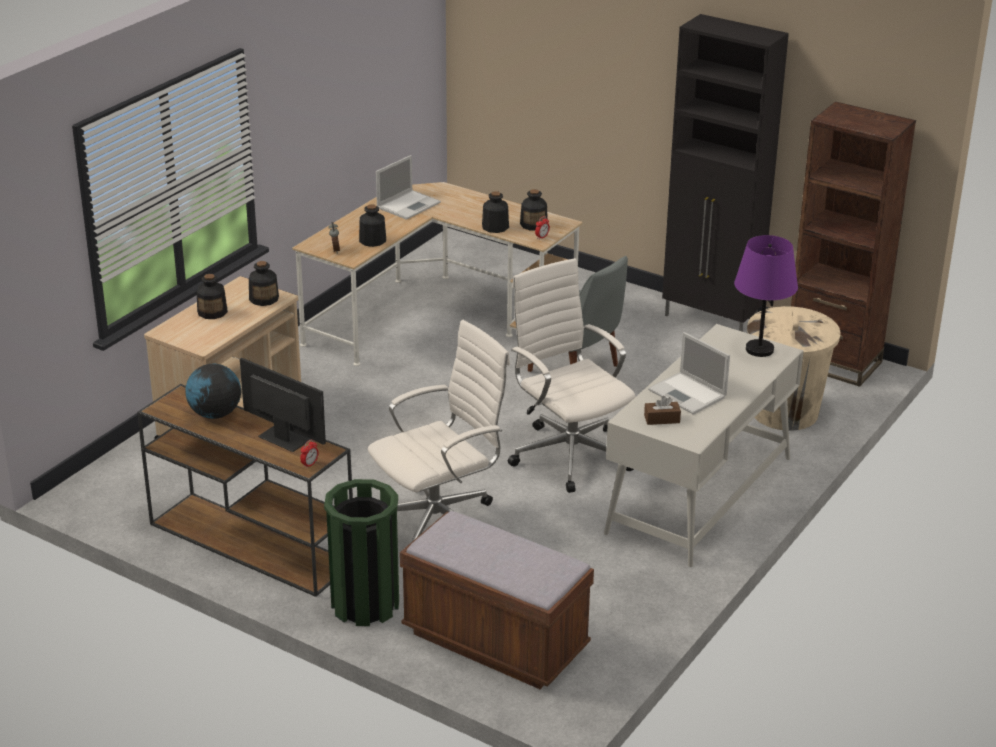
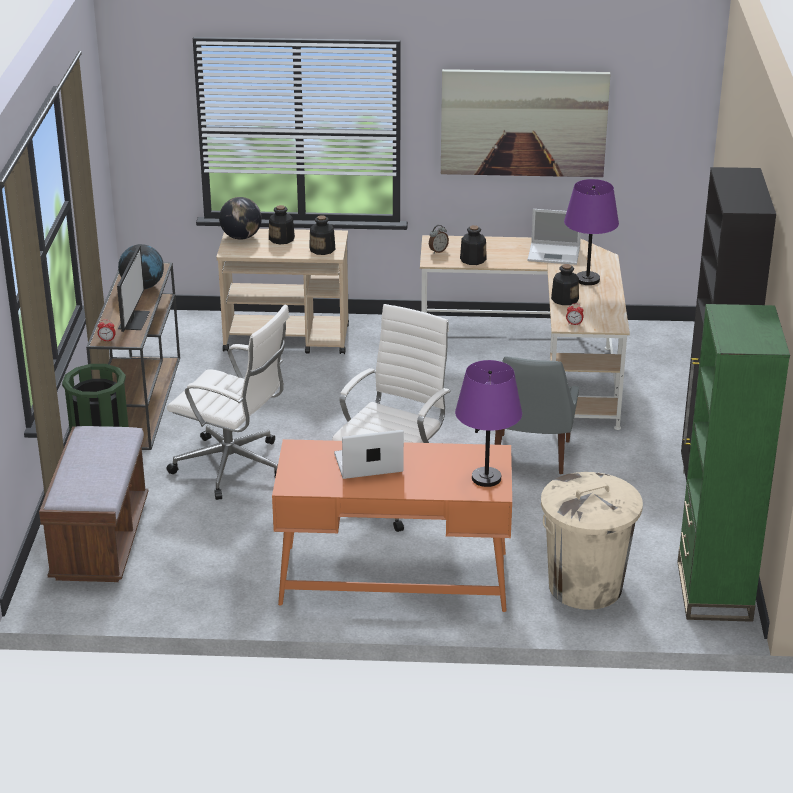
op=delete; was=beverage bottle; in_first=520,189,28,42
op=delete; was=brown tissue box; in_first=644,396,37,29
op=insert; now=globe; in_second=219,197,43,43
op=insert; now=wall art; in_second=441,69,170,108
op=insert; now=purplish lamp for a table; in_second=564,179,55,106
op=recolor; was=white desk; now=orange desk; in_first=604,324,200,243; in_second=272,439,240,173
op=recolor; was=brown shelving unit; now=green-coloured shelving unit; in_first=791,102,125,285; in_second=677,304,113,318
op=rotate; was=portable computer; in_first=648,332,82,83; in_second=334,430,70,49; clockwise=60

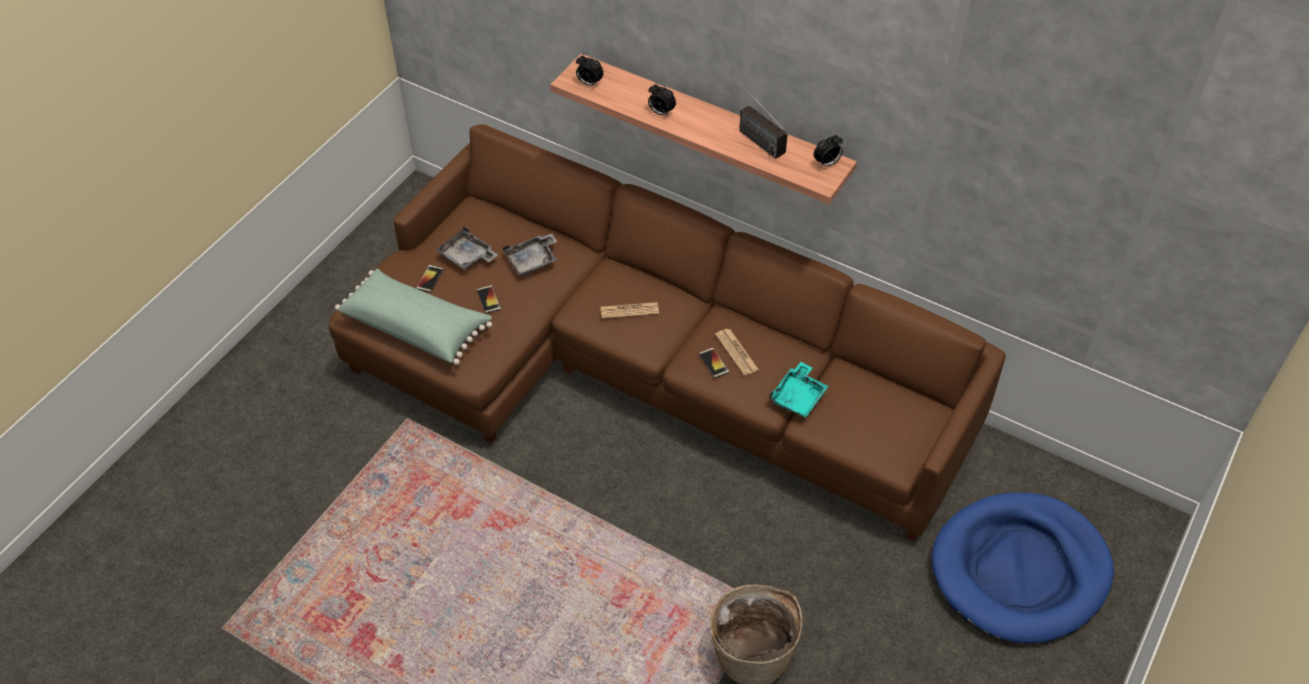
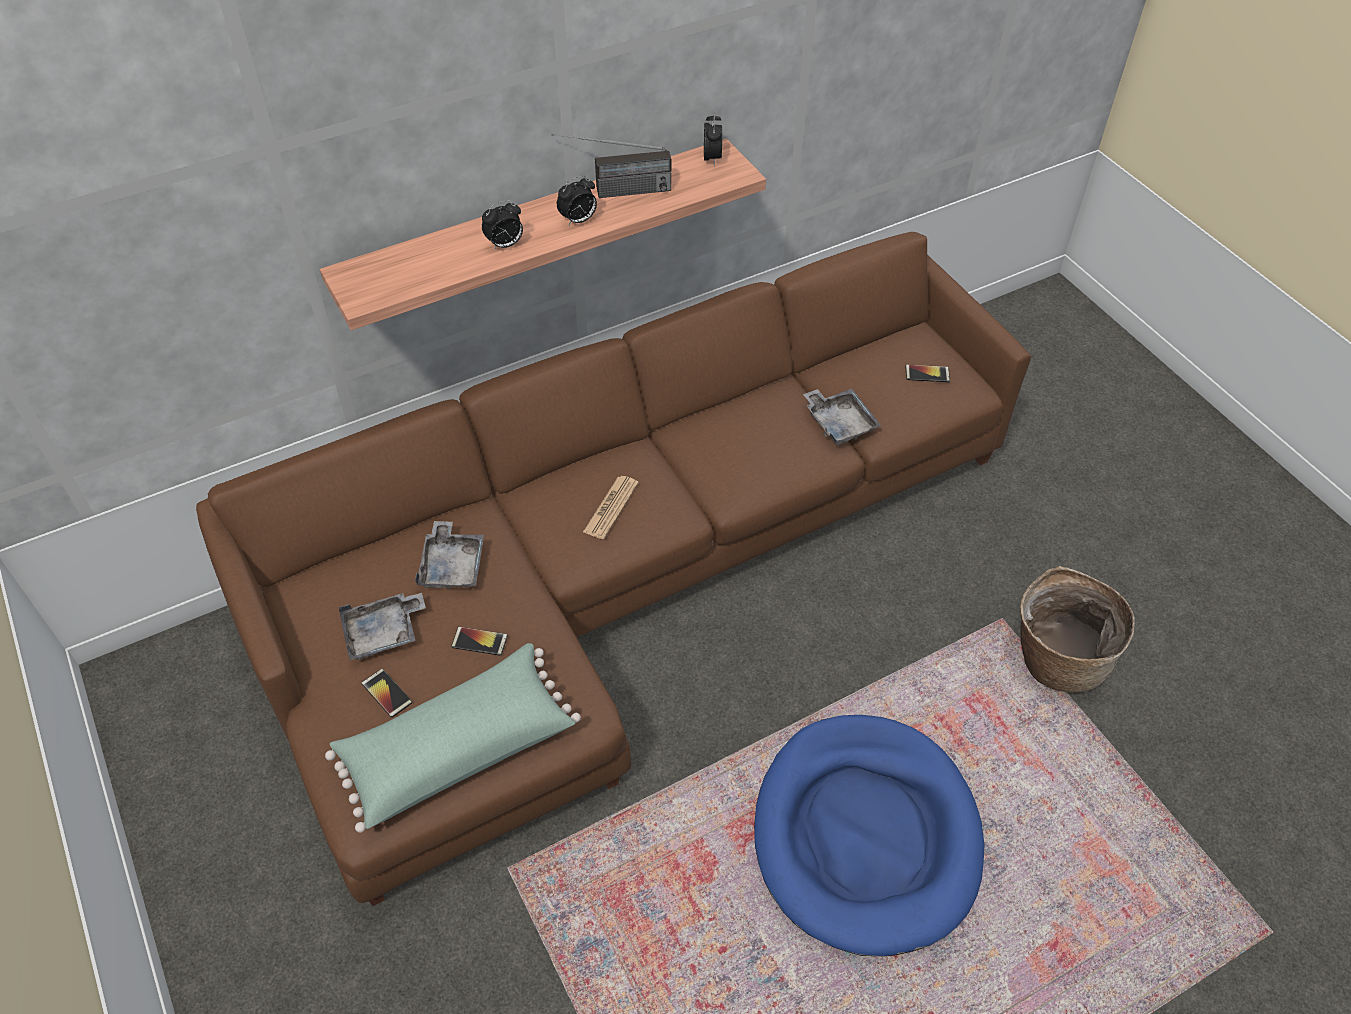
op=delete; was=newspaper; in_first=715,329,44,47
op=move; was=table clock; in_first=576,54,28,32; in_second=557,175,40,51
op=move; was=telephone; in_first=698,347,31,31; in_second=905,365,45,17
op=move; was=blue pet bed; in_first=932,492,182,152; in_second=754,715,230,241
op=recolor; was=turquoise-coloured tray; now=gray tray; in_first=769,362,60,55; in_second=803,388,78,57

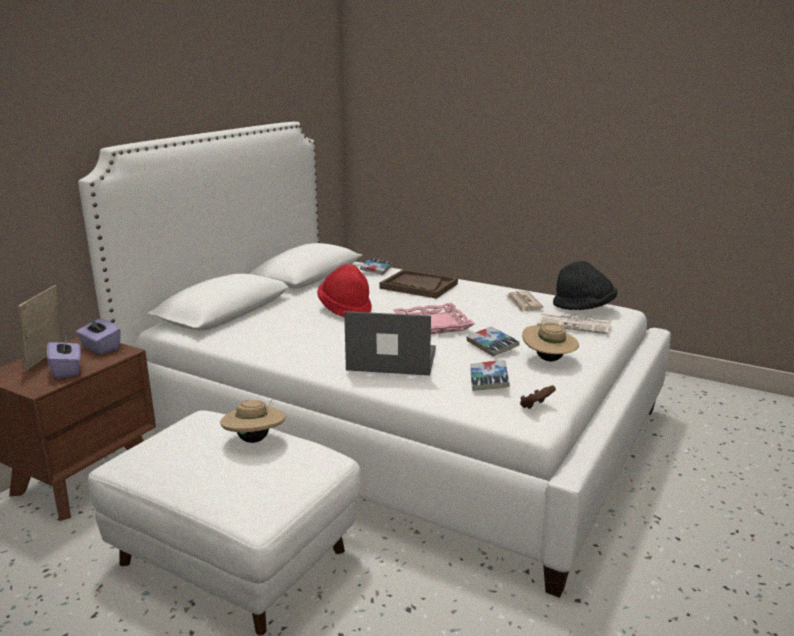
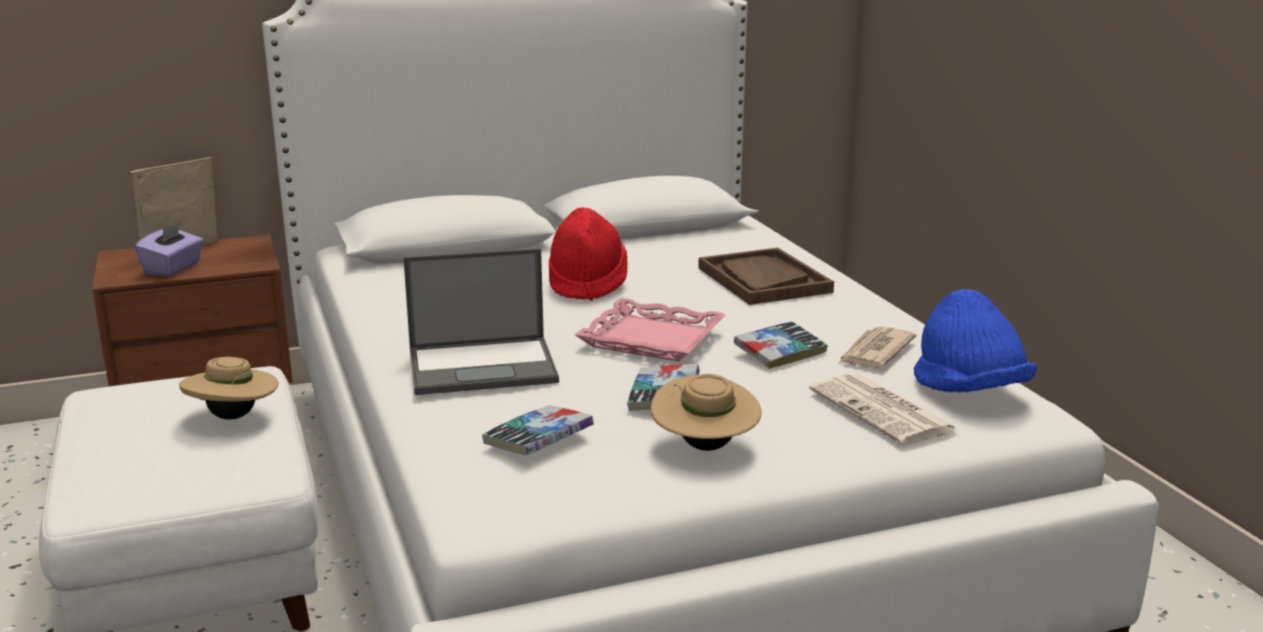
op=delete; was=purplish tissue box; in_first=76,316,45,39
op=delete; was=brown game controller; in_first=520,385,36,24
op=move; was=volume; in_first=360,258,32,17; in_second=734,321,94,48
op=recolor; was=blackish clothing hat; now=blue clothing hat; in_first=553,261,64,49; in_second=914,289,123,103
op=rotate; was=portable computer; in_first=344,311,92,64; in_second=403,248,156,147; clockwise=120

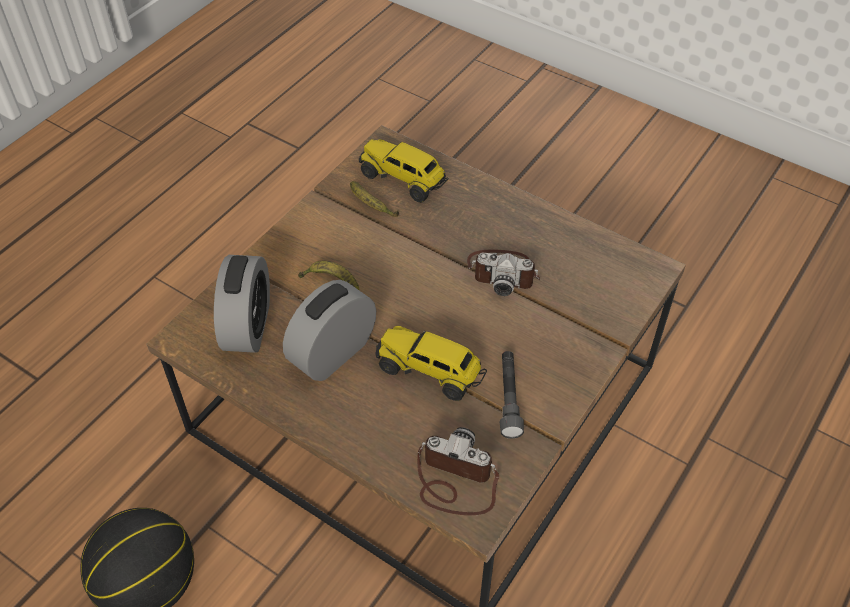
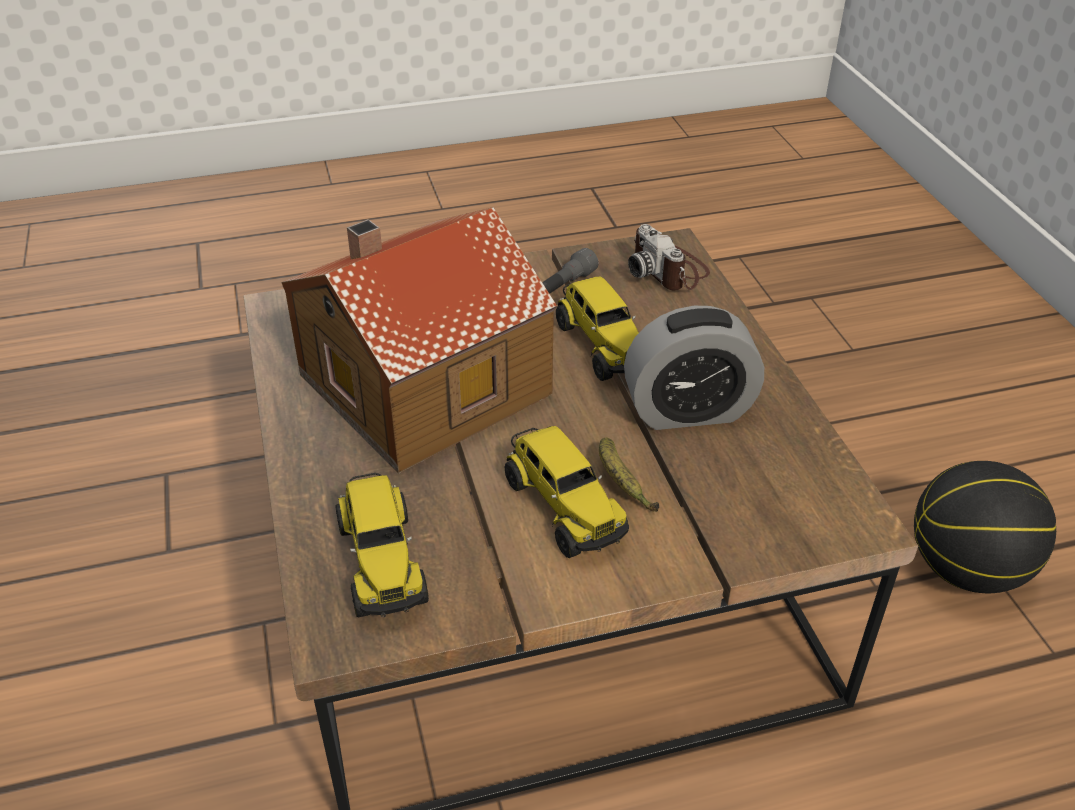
op=delete; was=table clock; in_first=214,255,56,98
op=delete; was=banana; in_first=350,181,49,36
op=insert; now=toy lorry; in_second=504,426,125,132
op=replace; was=still camera; now=toy house; in_first=467,250,73,46; in_second=281,207,276,267

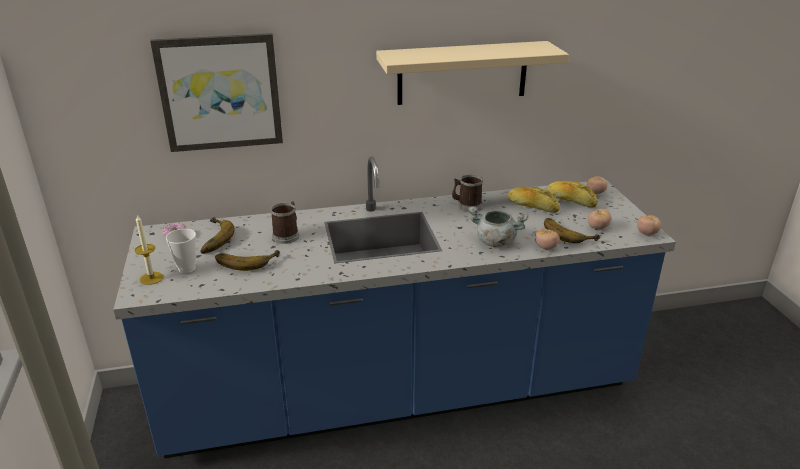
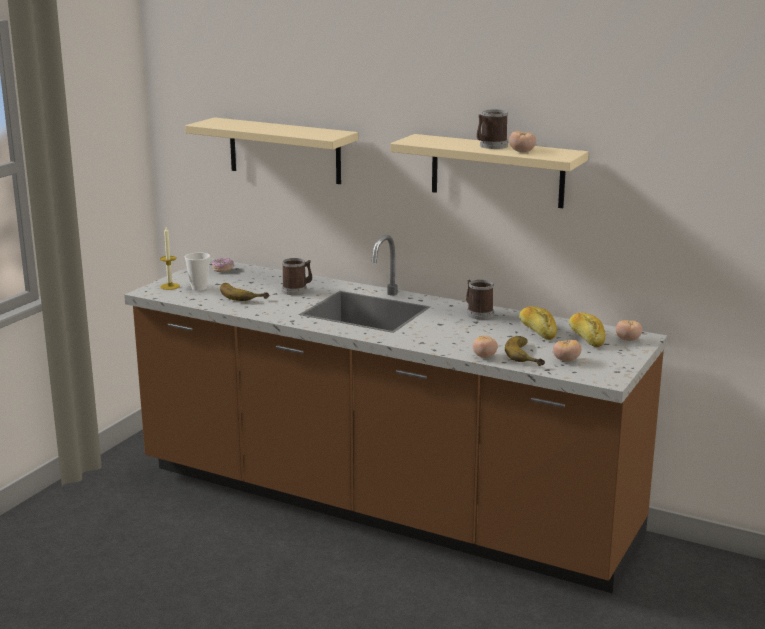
op=delete; was=banana; in_first=200,217,35,37
op=delete; was=gray cooking pot; in_first=468,206,60,41
op=insert; now=coffee mug; in_second=477,110,31,39
op=move; was=whole tomato; in_first=637,215,24,20; in_second=509,131,27,21
op=replace; was=wall art; now=beige-coloured bracket shelf; in_first=150,33,133,119; in_second=185,117,173,67
op=recolor; was=blue counter; now=brown counter; in_first=113,157,563,301; in_second=124,235,544,359

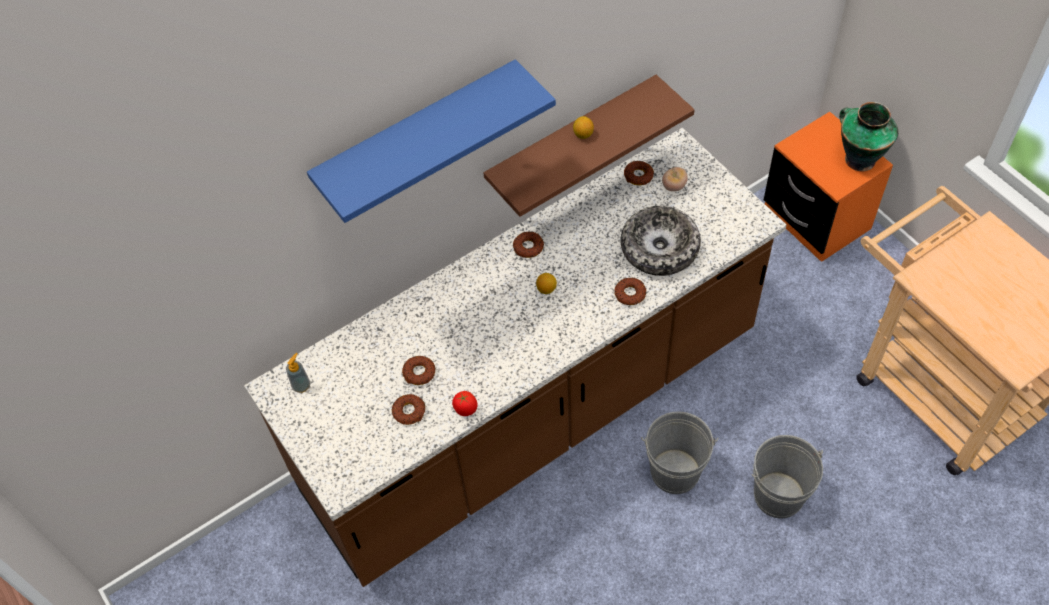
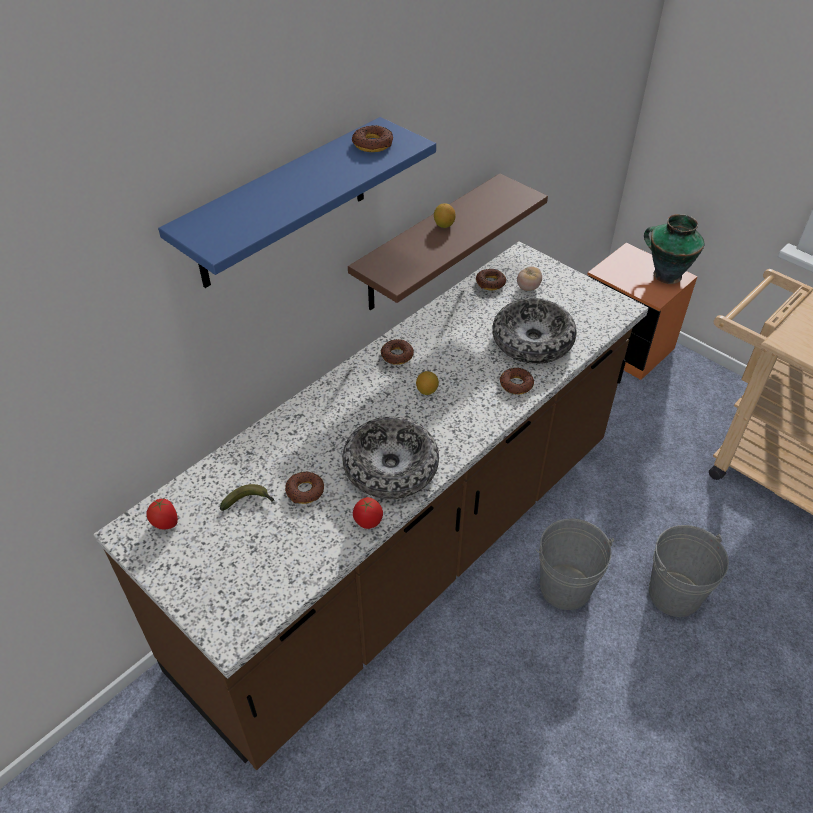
op=insert; now=banana; in_second=220,484,55,27
op=insert; now=bowl; in_second=342,417,97,82
op=move; was=doughnut; in_first=392,394,33,31; in_second=352,125,41,27
op=replace; was=soap bottle; now=whole tomato; in_first=286,353,24,40; in_second=147,499,31,31

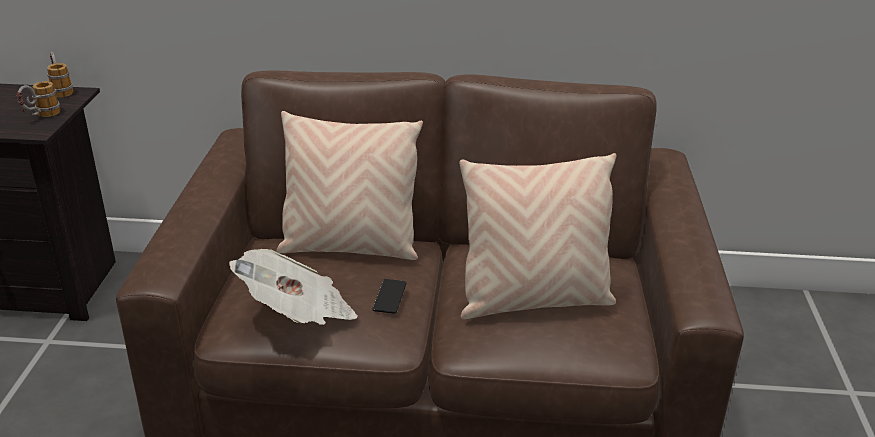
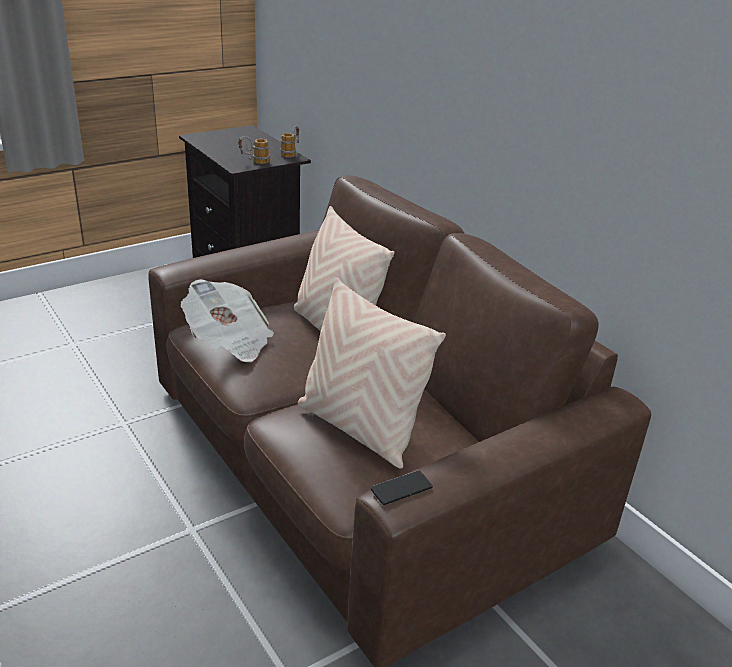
op=move; was=telephone; in_first=372,279,35,35; in_second=371,470,62,35

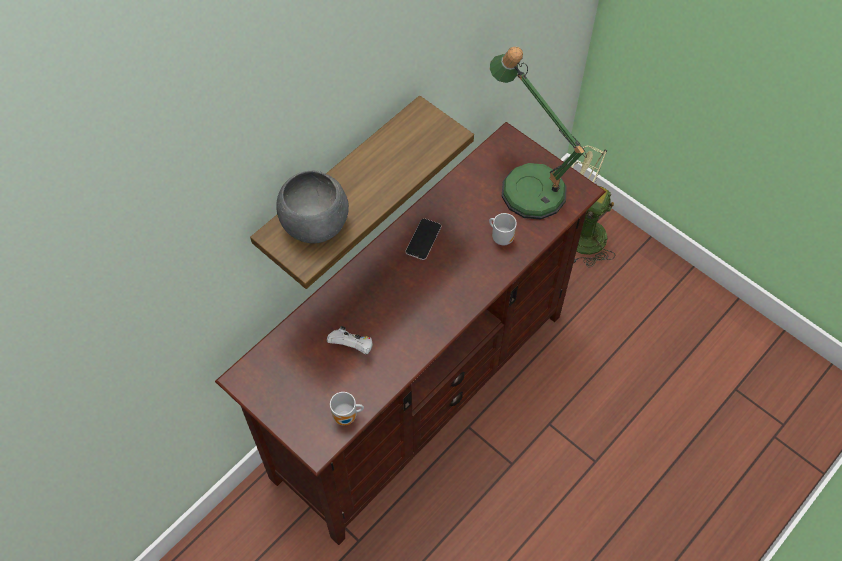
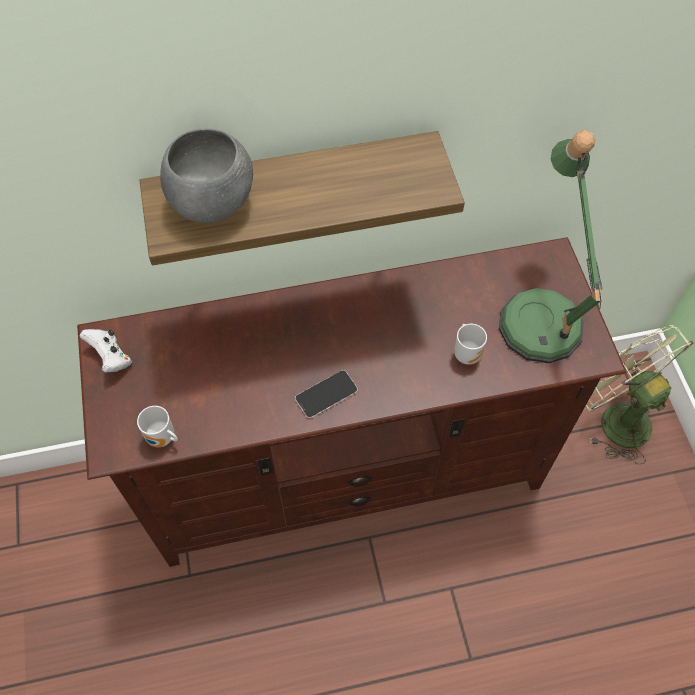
op=move; was=white game controller; in_first=327,326,46,28; in_second=80,329,51,44
op=move; was=telephone; in_first=405,218,36,42; in_second=295,370,63,48

